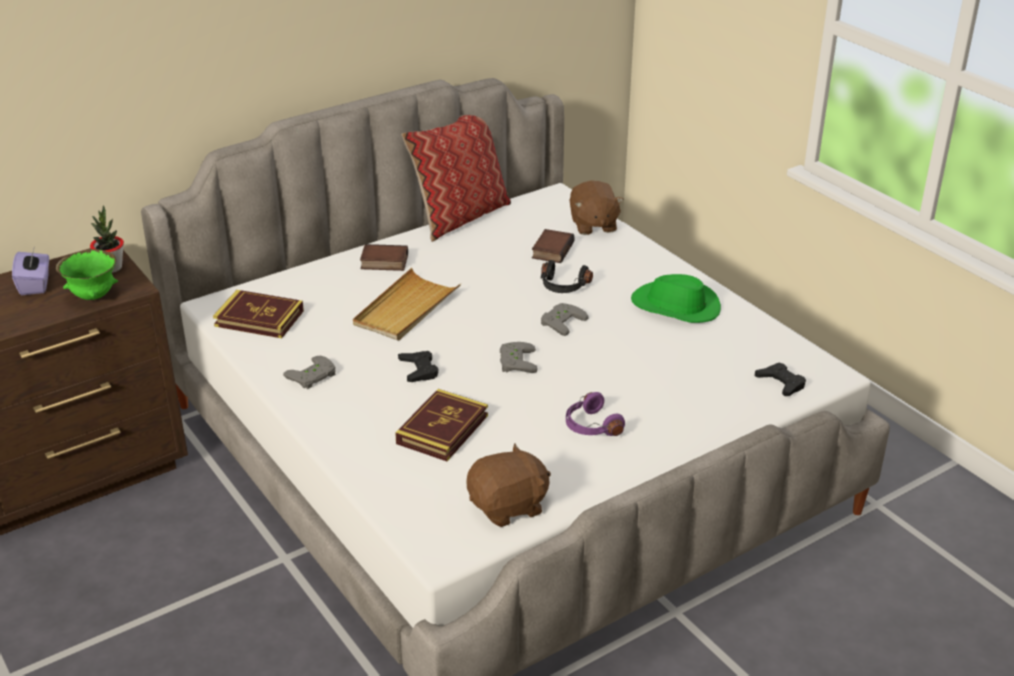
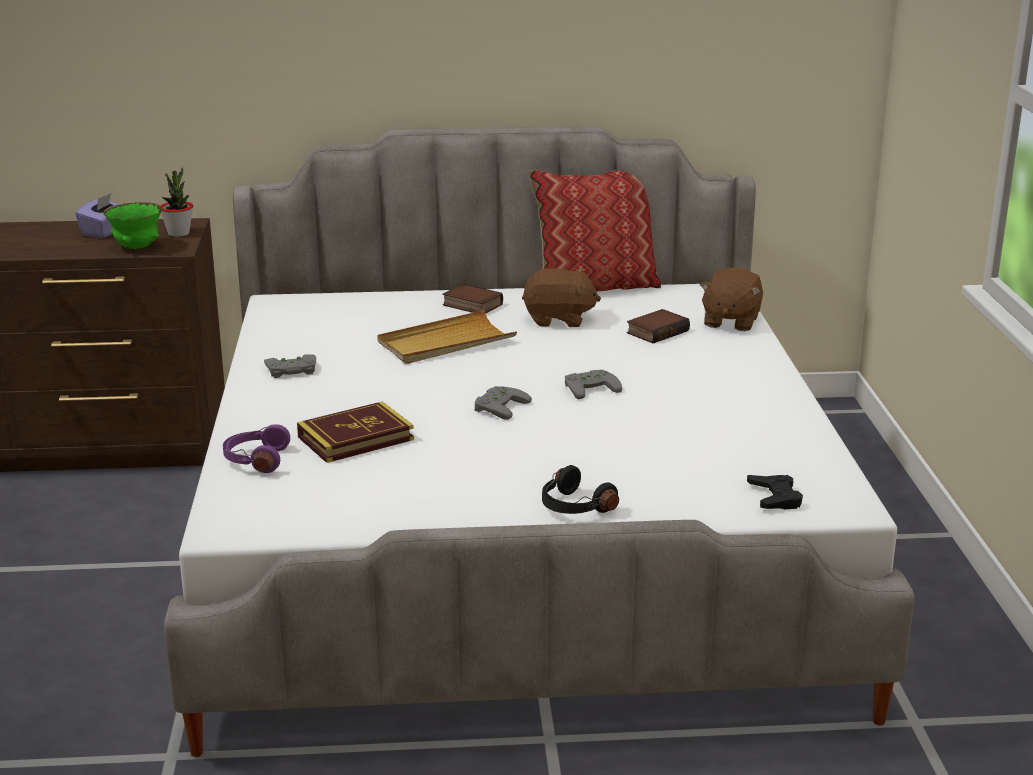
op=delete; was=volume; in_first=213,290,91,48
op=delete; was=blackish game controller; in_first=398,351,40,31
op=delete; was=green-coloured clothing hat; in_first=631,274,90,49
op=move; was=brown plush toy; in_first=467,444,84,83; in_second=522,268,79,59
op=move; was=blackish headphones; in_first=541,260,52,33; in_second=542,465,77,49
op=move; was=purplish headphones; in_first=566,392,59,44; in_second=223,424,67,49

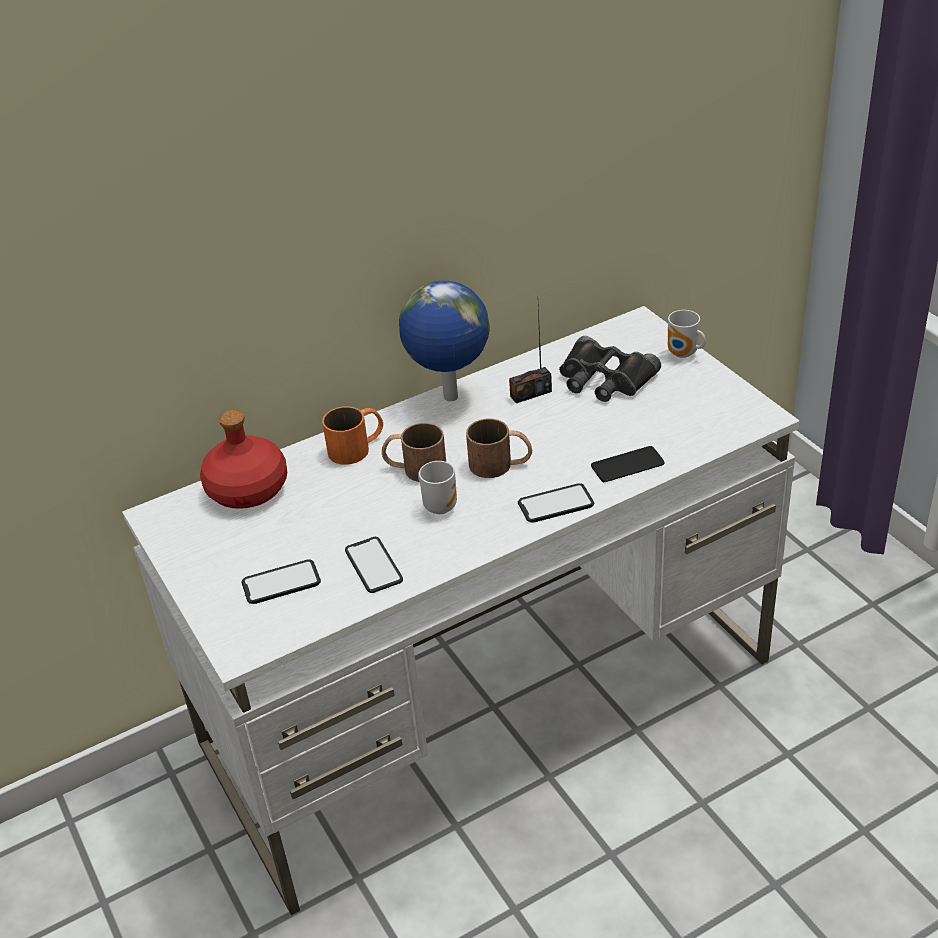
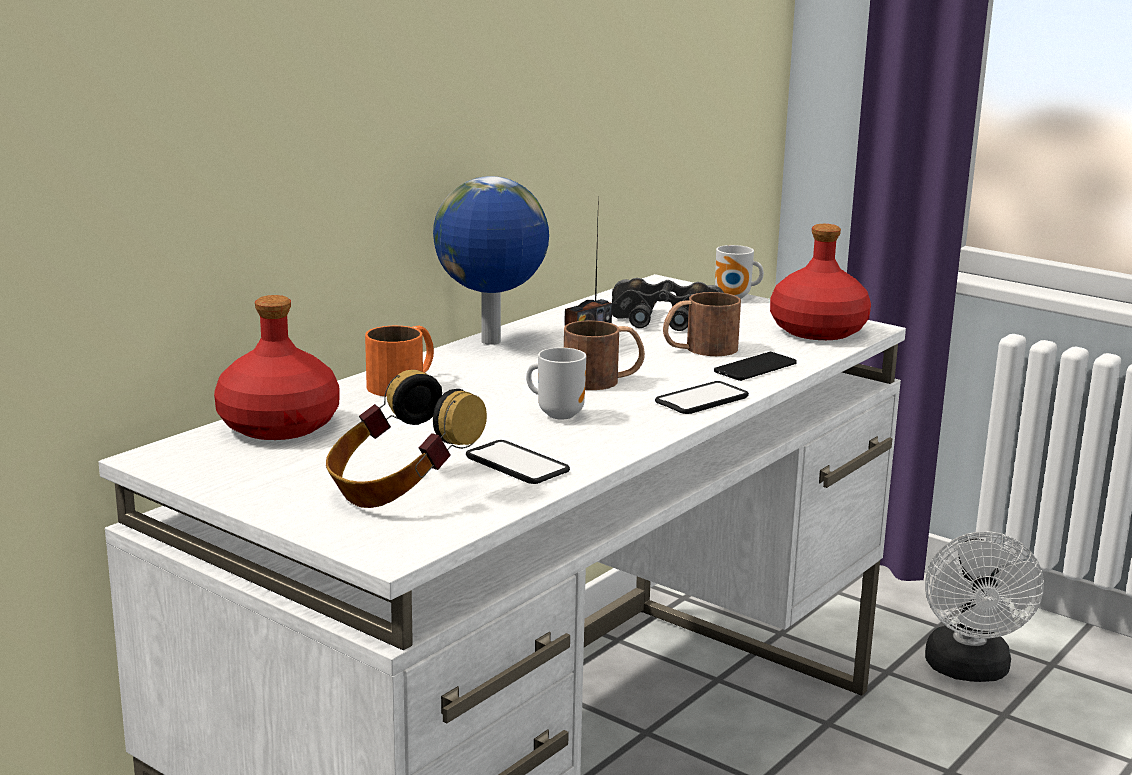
op=insert; now=reddish beverage bottle; in_second=770,224,101,116
op=insert; now=white fan; in_second=925,531,119,151
op=move; was=brown coffee mug; in_first=382,423,64,59; in_second=663,292,78,64
op=replace; was=telephone; now=headphones; in_first=241,560,80,44; in_second=326,369,161,139

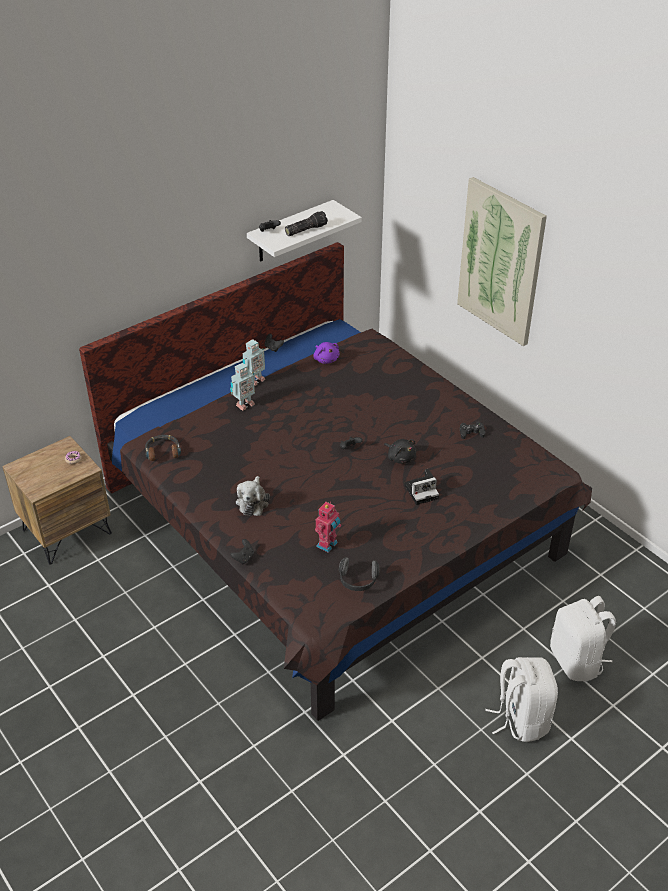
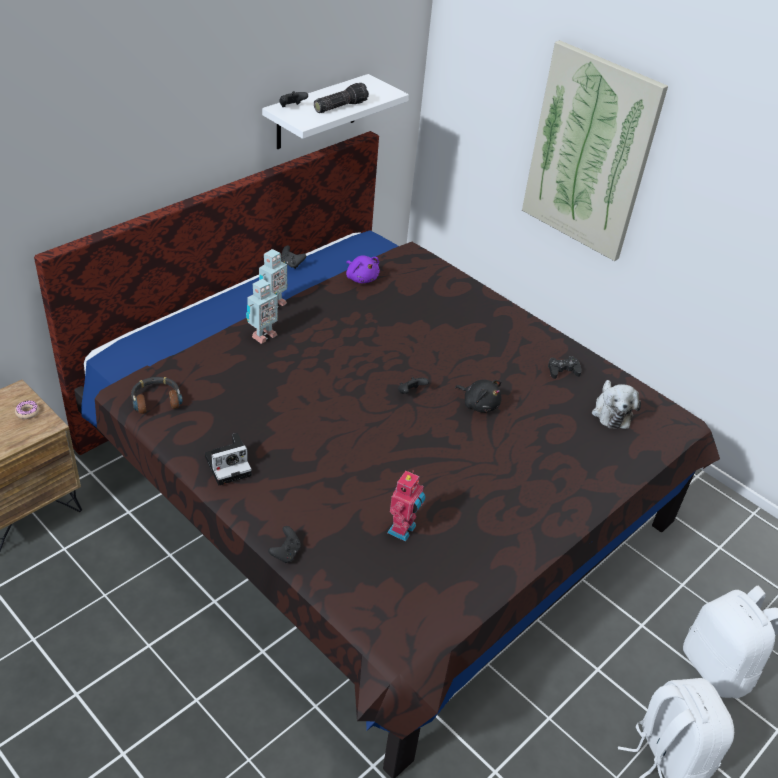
op=delete; was=headphones; in_first=339,557,40,34
op=move; was=plush toy; in_first=236,476,34,40; in_second=592,380,49,49
op=move; was=still camera; in_first=404,469,35,36; in_second=205,433,47,52

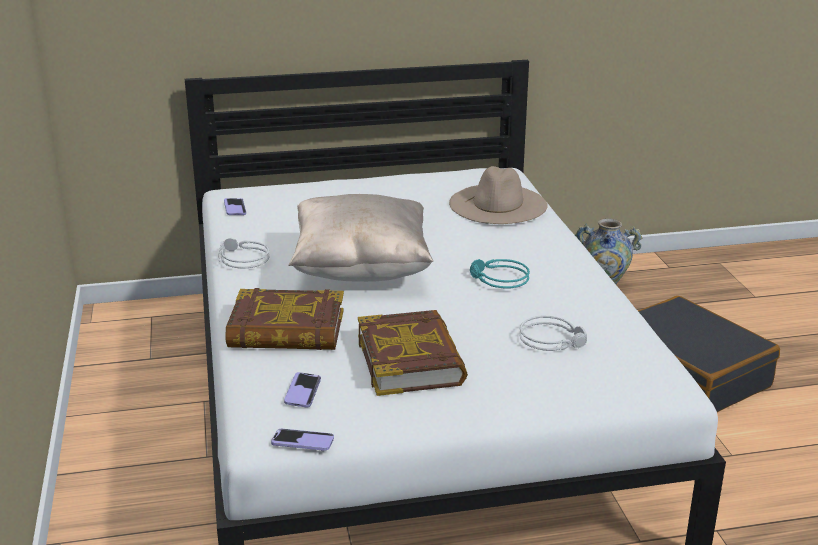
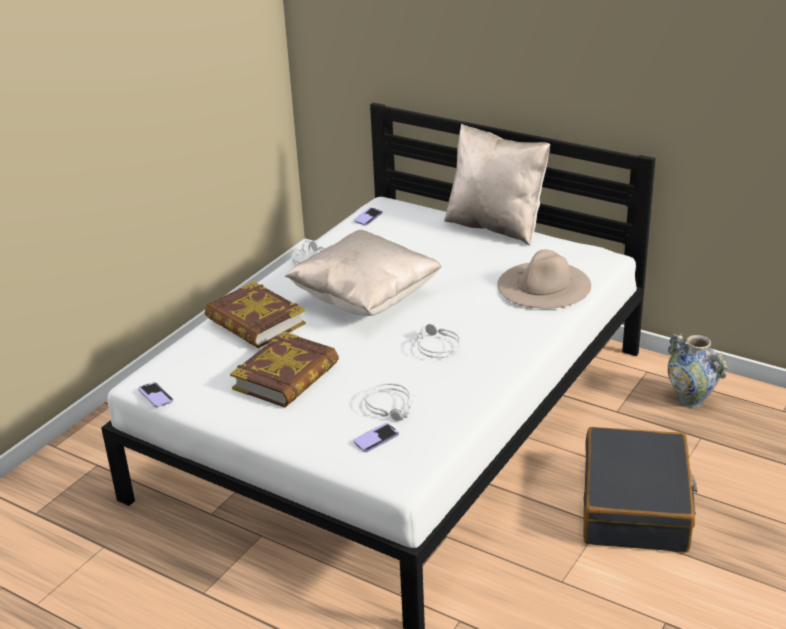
op=insert; now=beige-coloured throw pillow; in_second=444,124,106,122
op=move; was=telephone; in_first=284,372,37,36; in_second=354,423,45,29
op=recolor; was=turquoise-coloured headphones; now=gray headphones; in_first=470,259,60,30; in_second=414,323,47,35

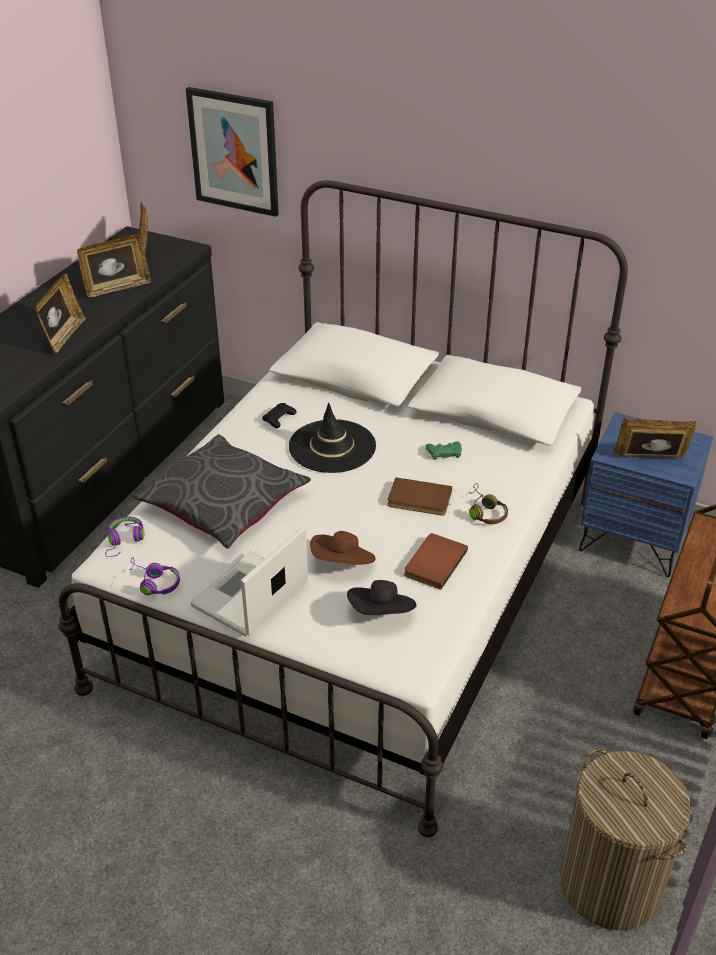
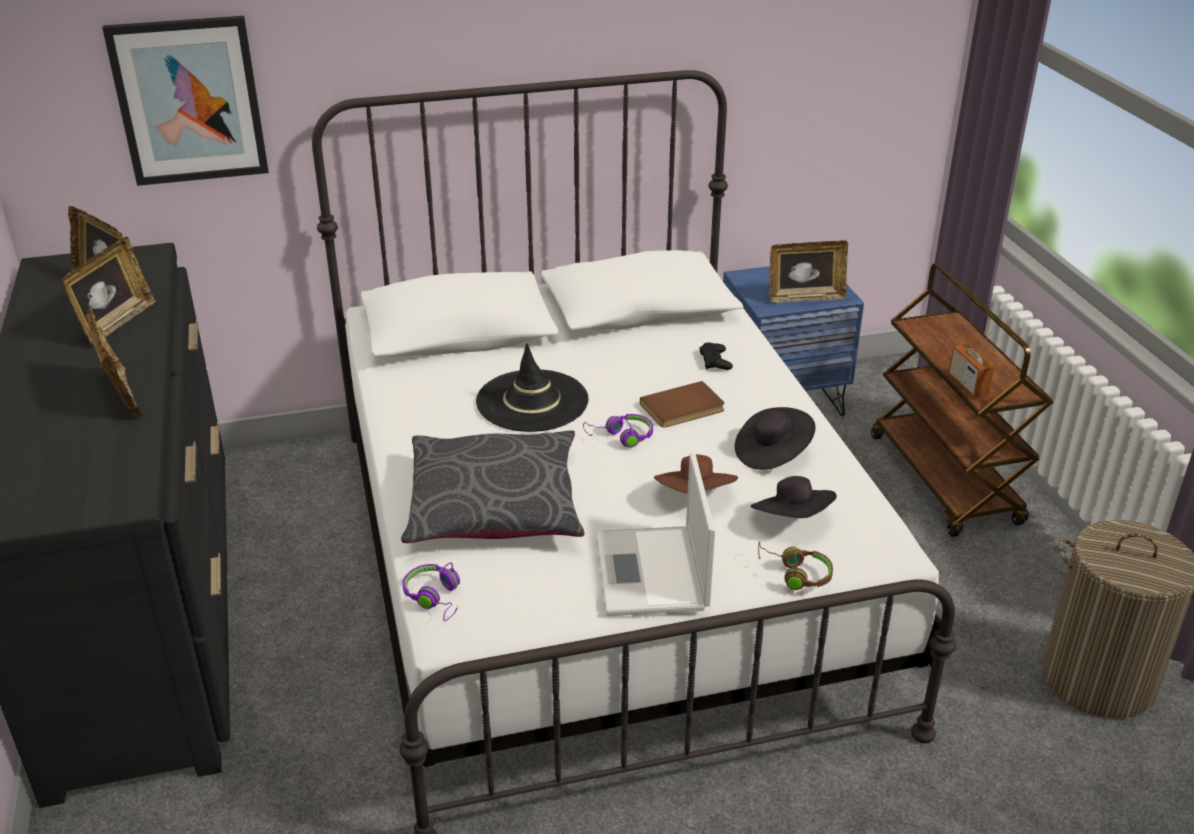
op=delete; was=green-coloured game controller; in_first=425,441,37,19
op=insert; now=radio; in_second=948,326,47,71
op=move; was=purplish headphones; in_first=129,557,51,39; in_second=583,414,70,34
op=move; was=blackish game controller; in_first=262,403,35,25; in_second=699,342,34,28
op=move; was=brown headphones; in_first=469,483,39,41; in_second=758,541,75,49
op=replace; was=brown volume; now=blackish clothing hat; in_first=404,533,64,57; in_second=735,407,81,63
op=rotate; was=standing frame; in_first=614,418,83,40; in_second=769,241,79,62; clockwise=-150

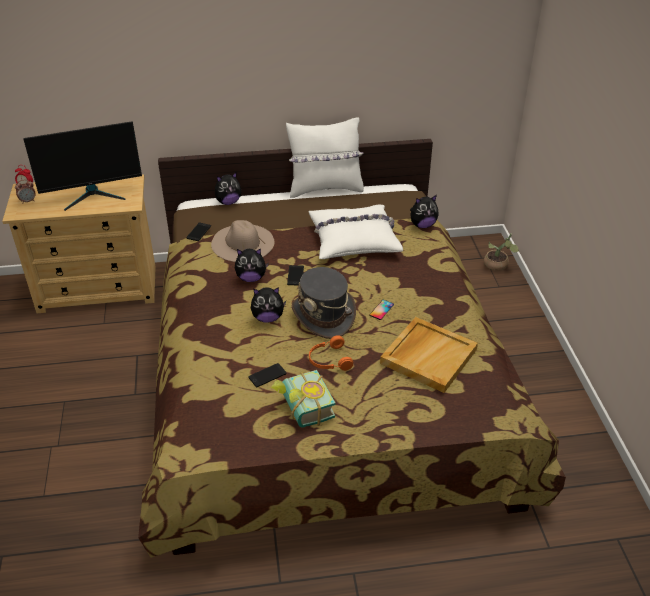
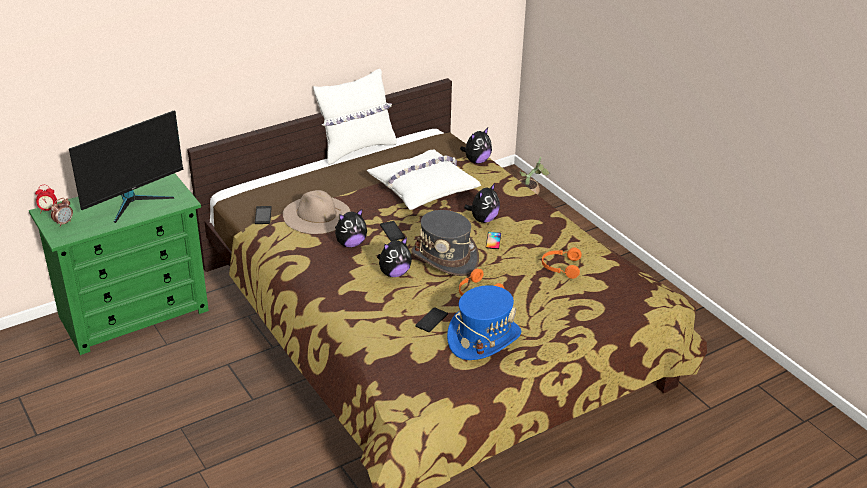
op=move; was=plush toy; in_first=215,173,27,32; in_second=464,183,36,40
op=replace; was=volume; now=blue clothing hat; in_first=271,370,64,58; in_second=447,285,74,75
op=replace; was=beige-coloured tray; now=orange headphones; in_first=380,317,98,76; in_second=542,248,40,31
op=recolor; was=beige-coloured drawer chest; now=green-coloured drawer chest; in_first=2,174,154,139; in_second=29,173,180,182

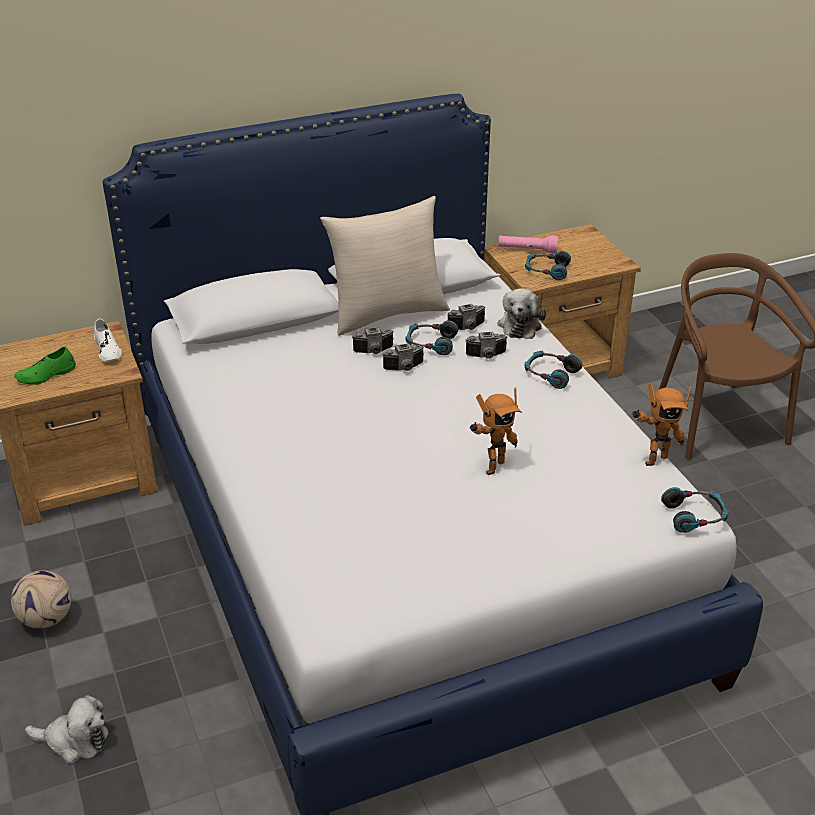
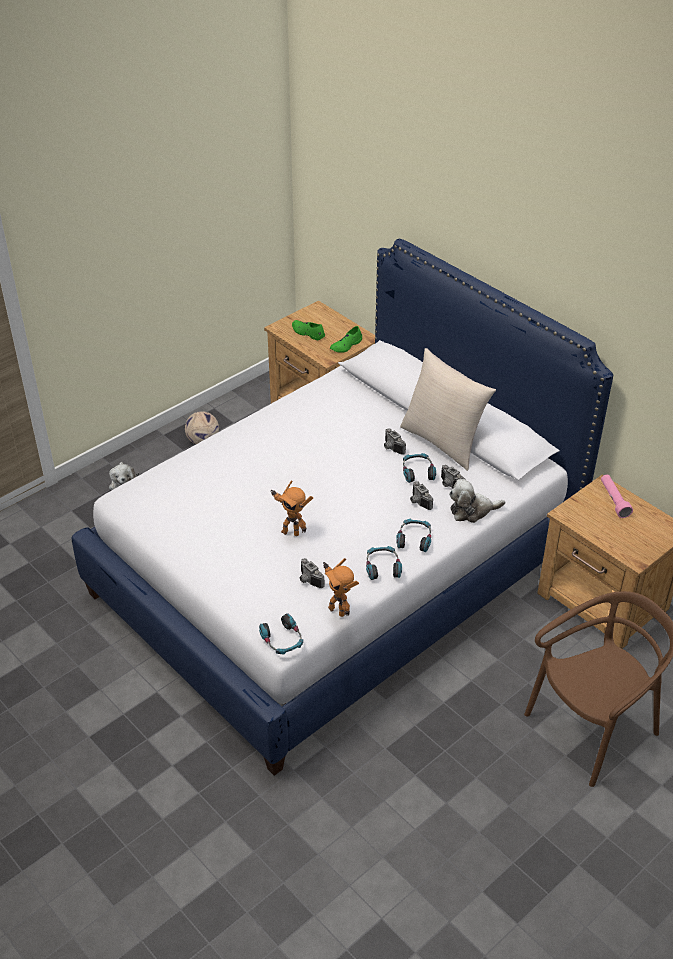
op=move; was=still camera; in_first=382,343,42,28; in_second=300,558,25,30
op=move; was=headphones; in_first=525,251,46,29; in_second=366,546,36,34
op=recolor; was=white item of footwear; now=green-coloured item of footwear; in_first=94,318,28,44; in_second=330,326,32,27

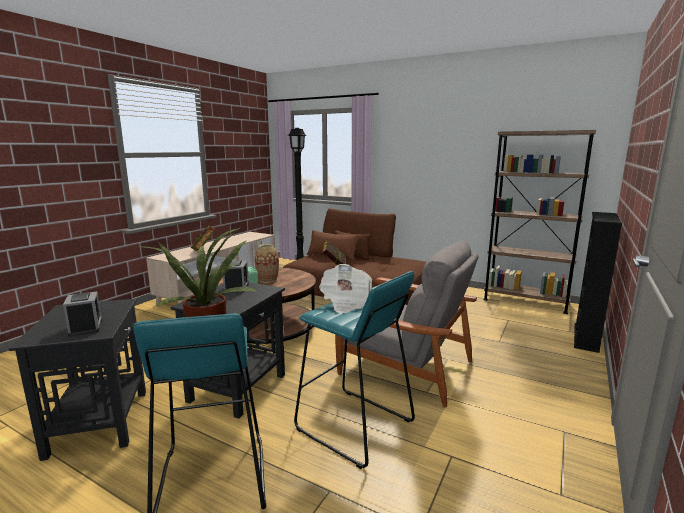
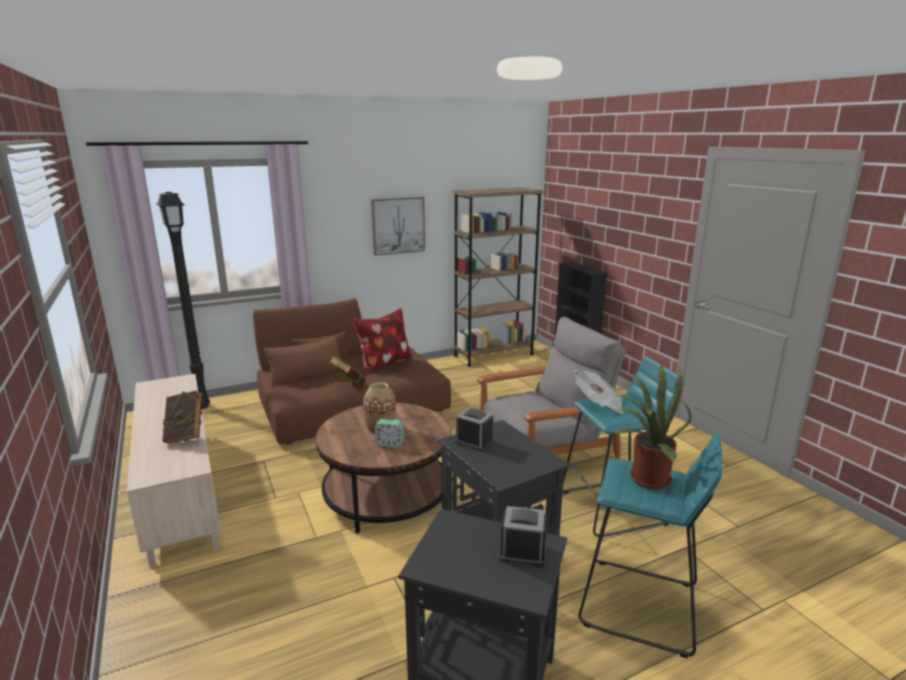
op=insert; now=throw pillow; in_second=352,308,61,62
op=insert; now=wall art; in_second=371,197,54,59

